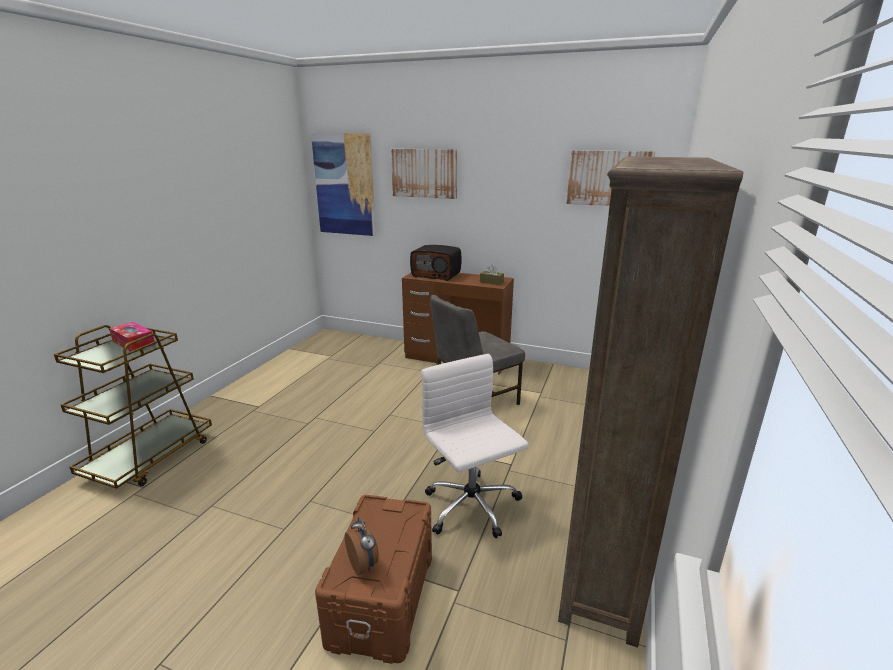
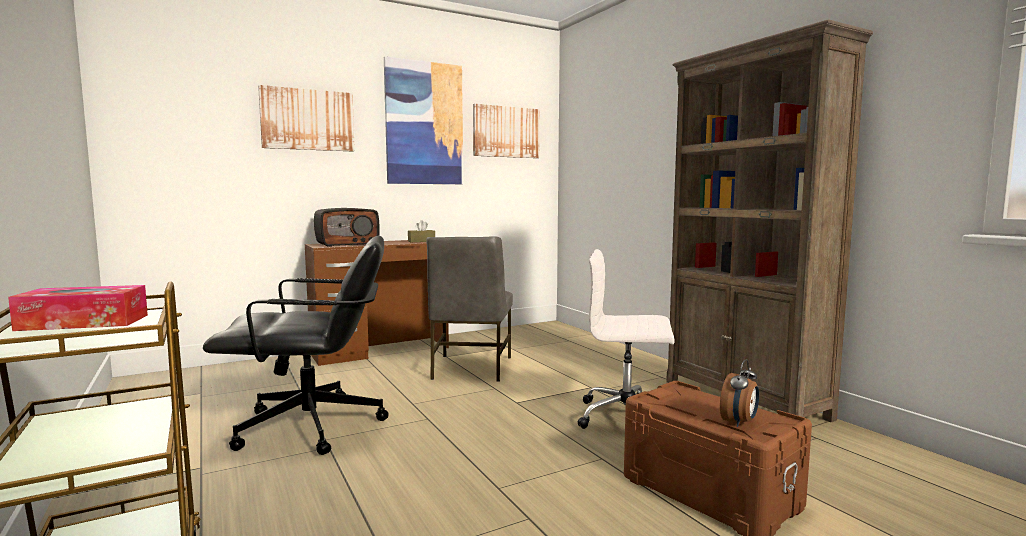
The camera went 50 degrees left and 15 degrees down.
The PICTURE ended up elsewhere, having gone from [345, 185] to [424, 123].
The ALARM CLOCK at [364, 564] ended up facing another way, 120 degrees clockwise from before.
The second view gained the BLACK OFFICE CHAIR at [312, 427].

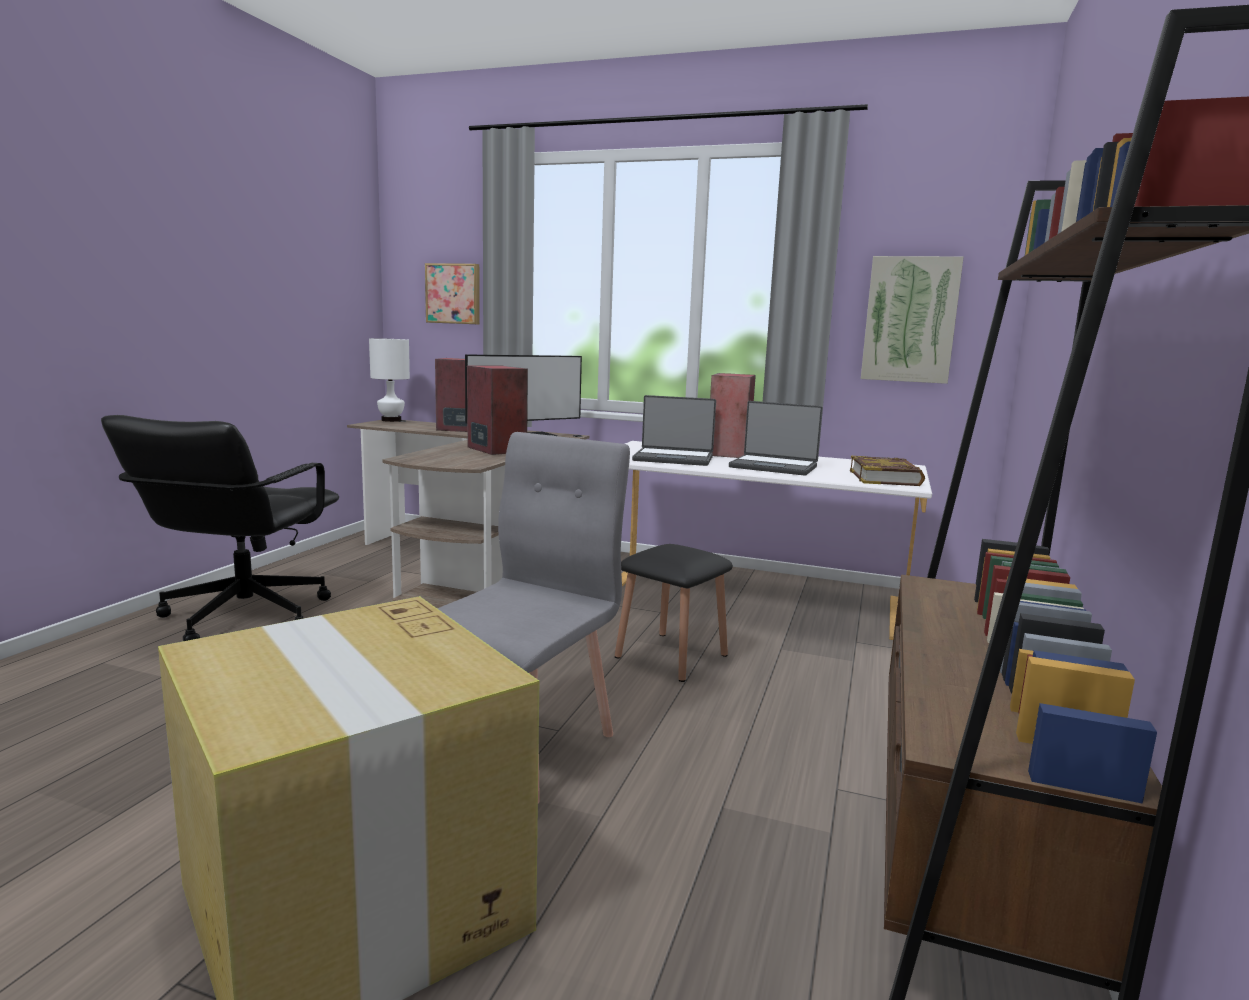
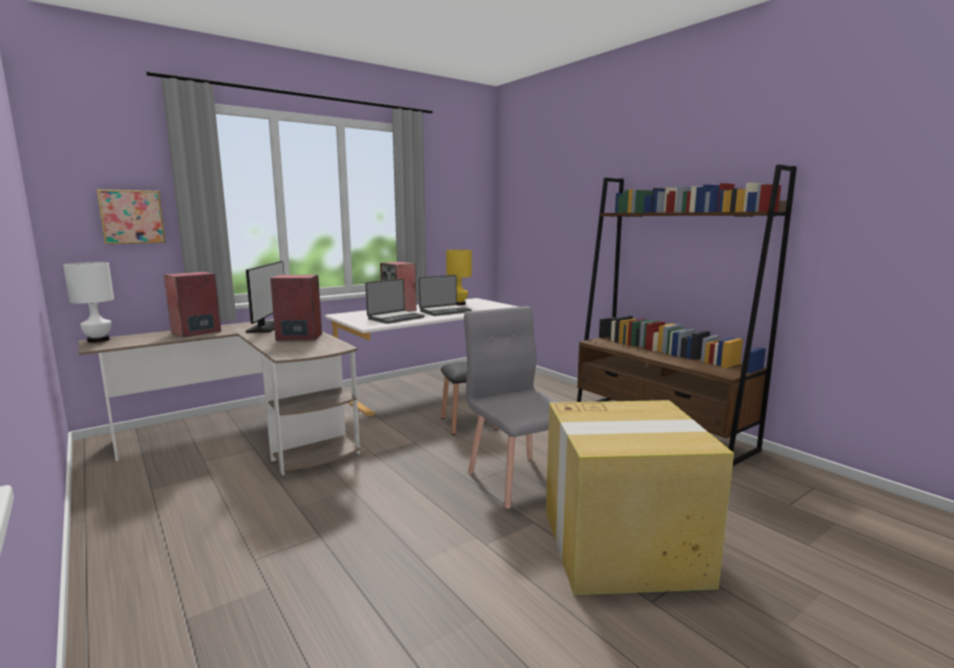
The camera went 55 degrees left and 0 degrees up.
The second view lost the BLACK OFFICE CHAIR at [243, 617].
The second view lost the BOOK at [885, 478].
The second view lost the PICTURE at [910, 320].
The second view gained the YELLOW TABLE LAMP at [459, 304].

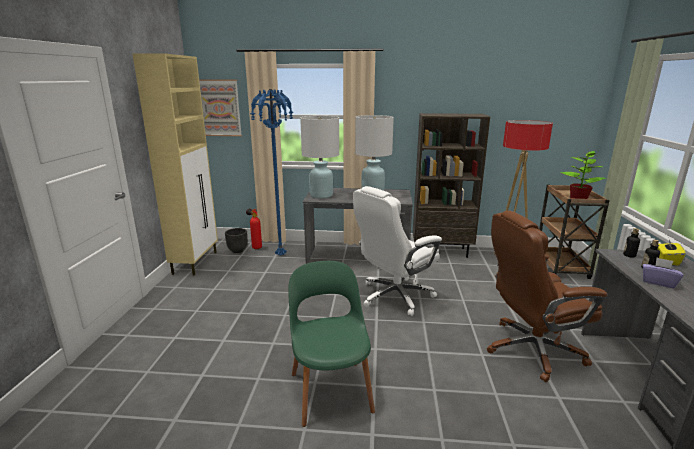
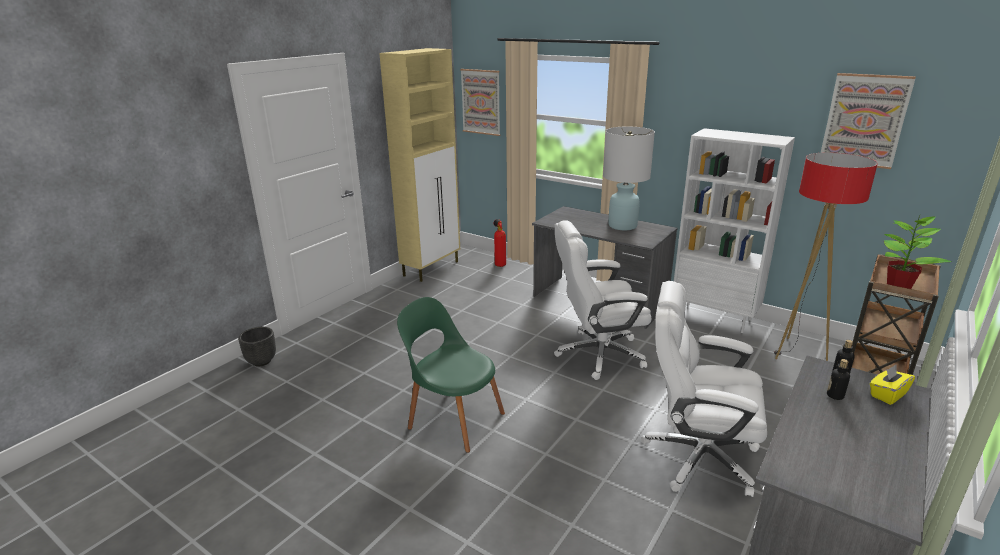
The camera went 30 degrees right and 5 degrees up.
The BLACK PLANTER ended up elsewhere, having gone from [237, 250] to [262, 361].
The second view lost the BLUE FLOOR LAMP at [280, 255].
The GREEN CHAIR at [330, 388] ended up facing another way, 75 degrees counterclockwise from before.
The second view lost the WHITE TABLE LAMP at [321, 195].
What was the BROWN BOOKCASE at [442, 251] turned into the WHITE BOOKCASE at [714, 317].
What was the BROWN OFFICE CHAIR at [531, 349] turned into the WHITE OFFICE CHAIR at [697, 456].
The second view lost the PURPLE TISSUE BOX at [658, 282].
The second view gained the PICTURE at [864, 120].

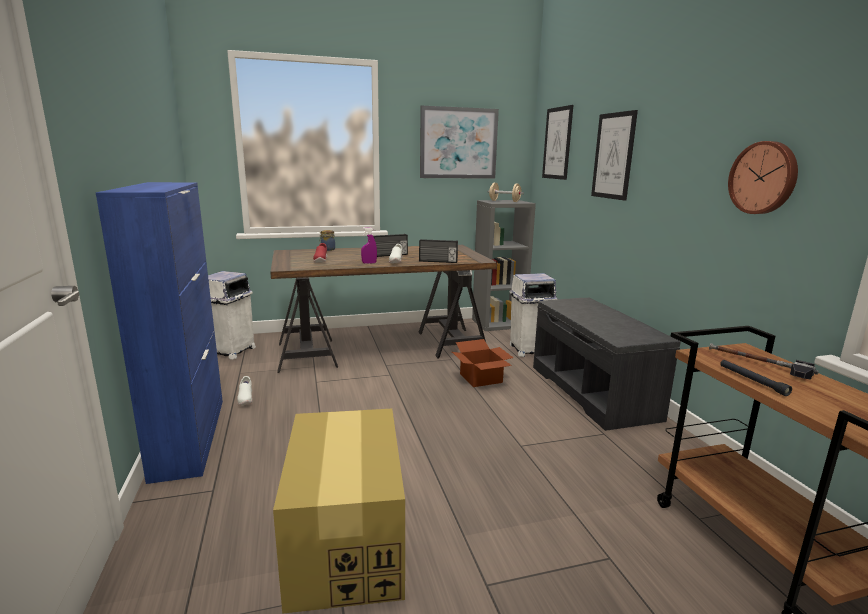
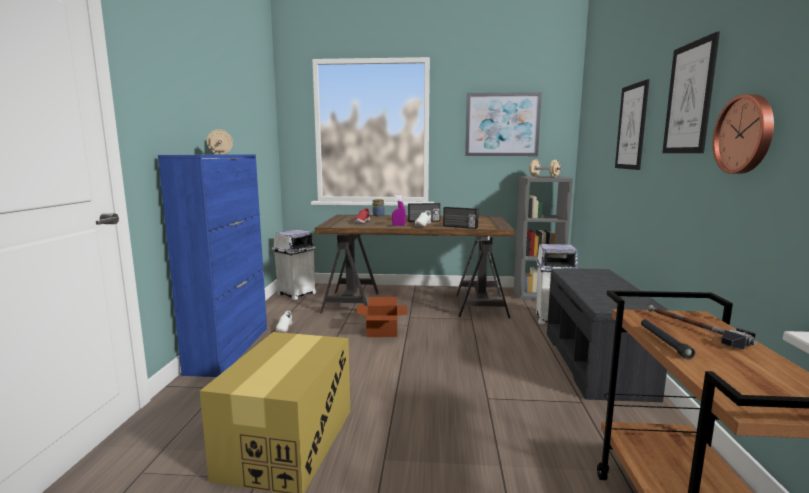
The camera went 20 degrees right and 5 degrees down.
The CARDBOARD BOX ended up elsewhere, having gone from [480, 379] to [381, 331].
The PICTURE ended up elsewhere, having gone from [557, 143] to [689, 98].
The second view gained the BEIGE DUMBBELL at [221, 154].

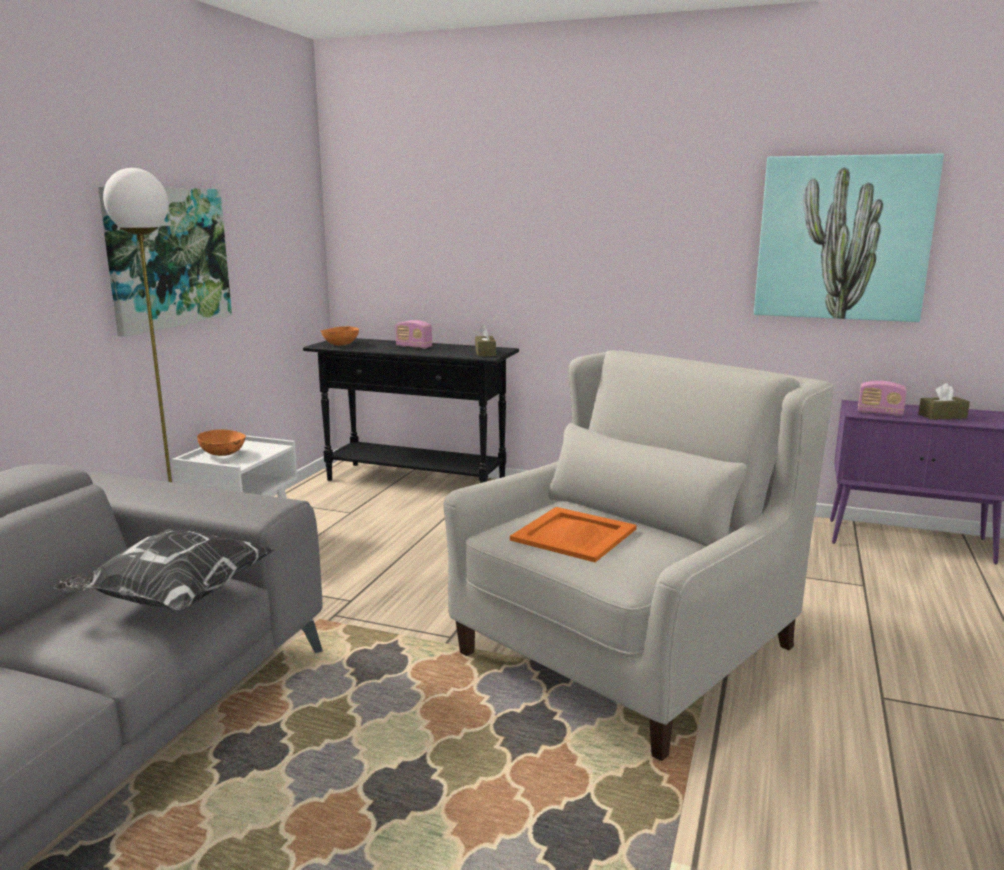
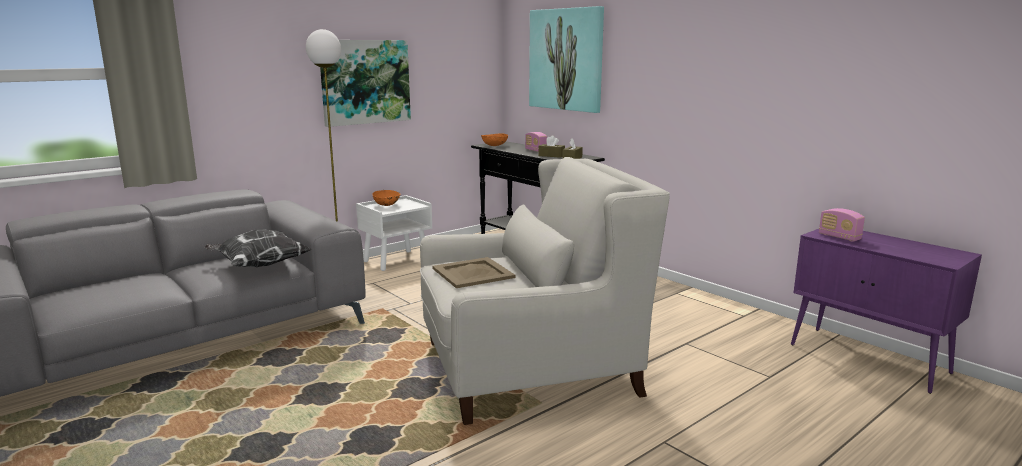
The camera went 30 degrees right and 0 degrees up.
What was the ORANGE TRAY at [573, 534] turned into the BEIGE TRAY at [473, 273].
The PICTURE ended up elsewhere, having gone from [842, 238] to [566, 59].
The BROWN TISSUE BOX ended up elsewhere, having gone from [942, 416] to [551, 155].

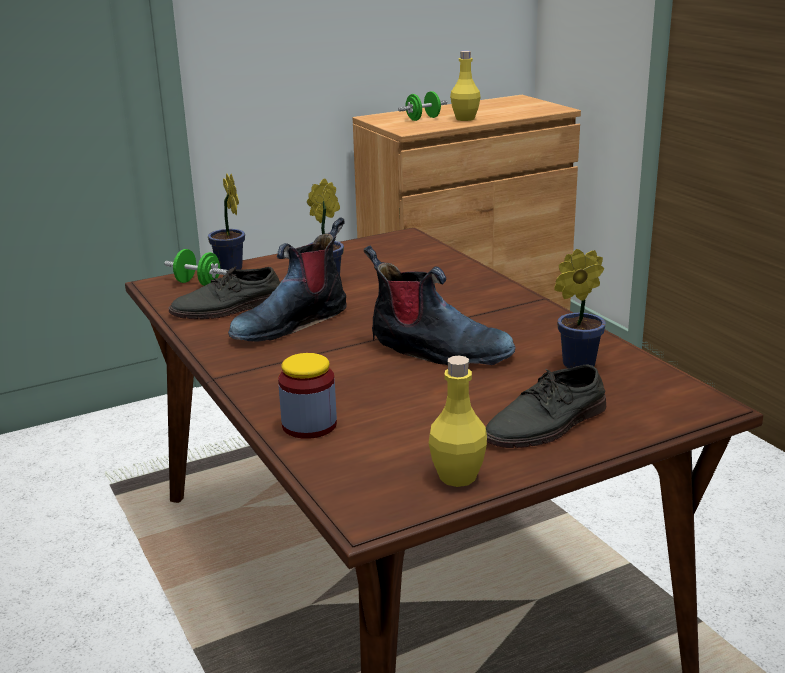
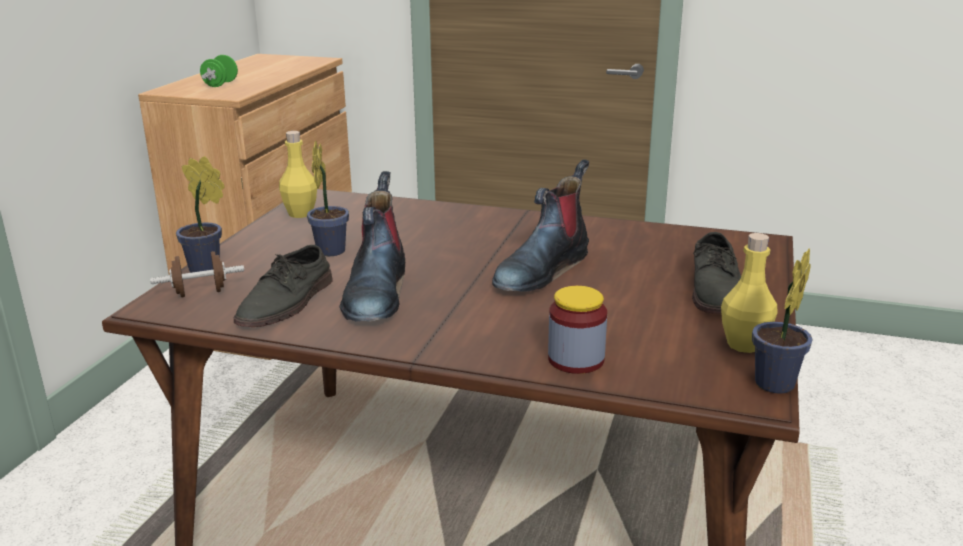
The camera went 45 degrees left and 0 degrees up.
What was the GREEN DUMBBELL at [198, 283] turned into the BROWN DUMBBELL at [200, 292].
The BOOT at [438, 351] ended up facing another way, 150 degrees clockwise from before.
The YELLOW BOTTLE ended up elsewhere, having gone from [465, 119] to [300, 213].
The POTTED PLANT ended up elsewhere, having gone from [574, 364] to [772, 386].

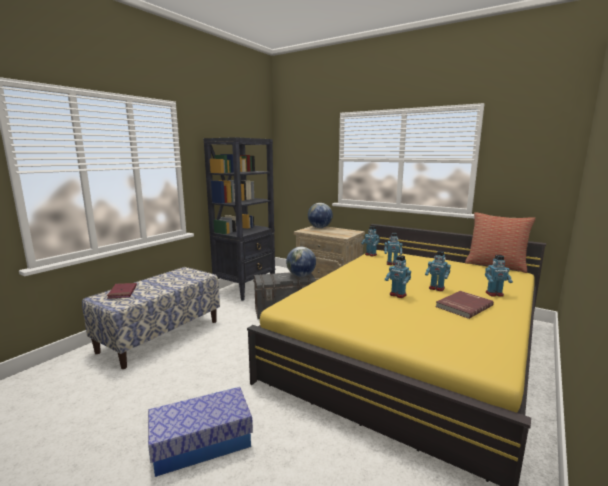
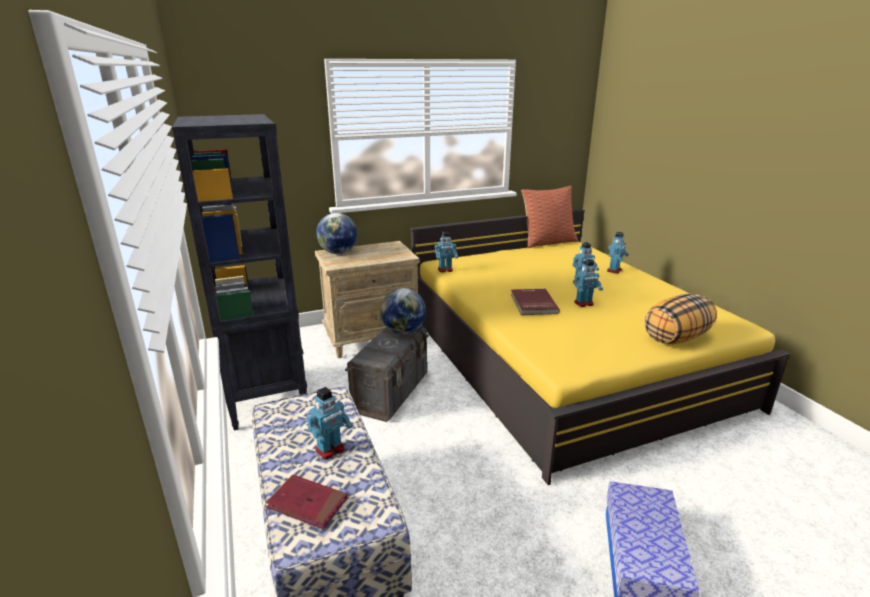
The camera went 55 degrees left and 10 degrees up.
The TOY ROBOT ended up elsewhere, having gone from [392, 264] to [330, 450].
The RED BOOK ended up elsewhere, having gone from [463, 306] to [532, 304].
The second view gained the PILLOW at [676, 337].

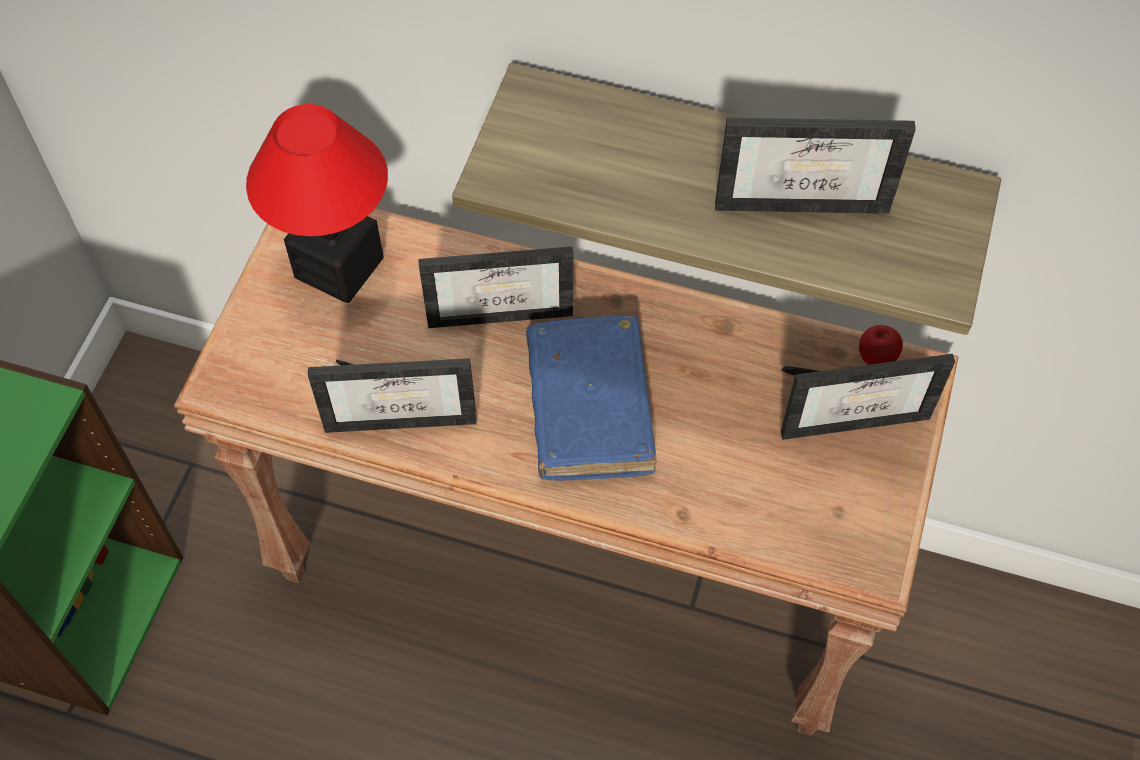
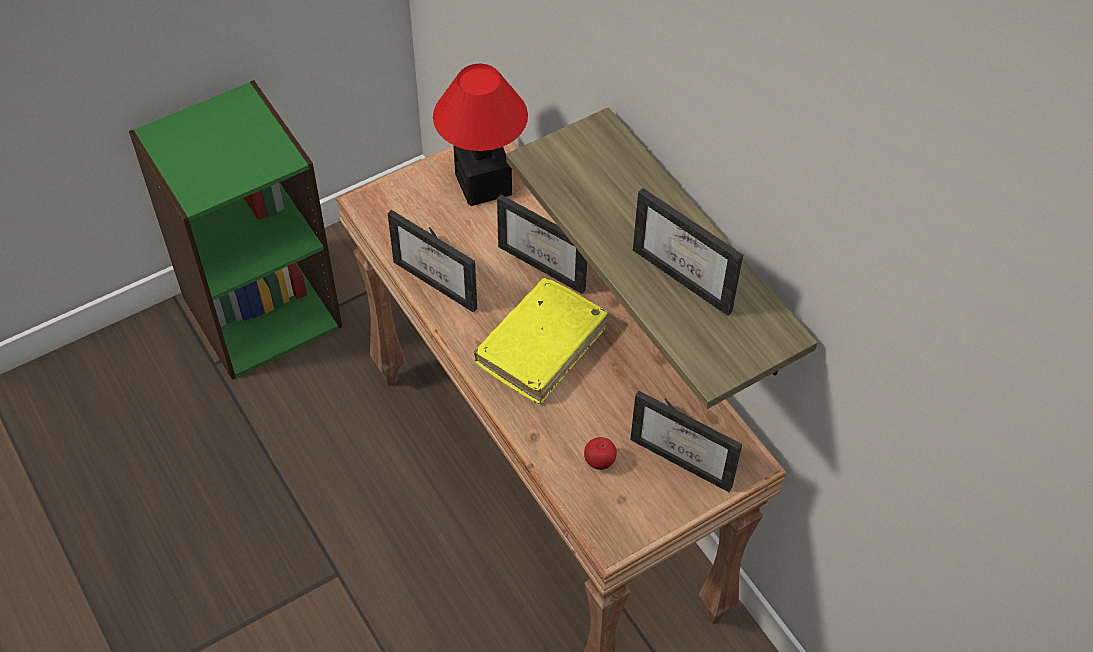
The camera went 40 degrees right and 5 degrees down.
What was the BLUE BOOK at [589, 407] turned into the YELLOW BOOK at [541, 347].
The APPLE ended up elsewhere, having gone from [876, 358] to [599, 462].

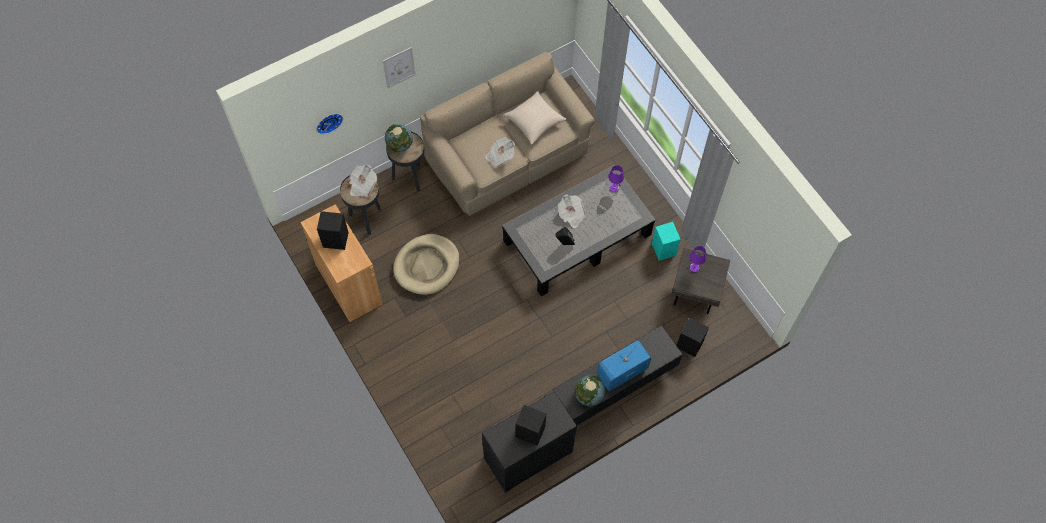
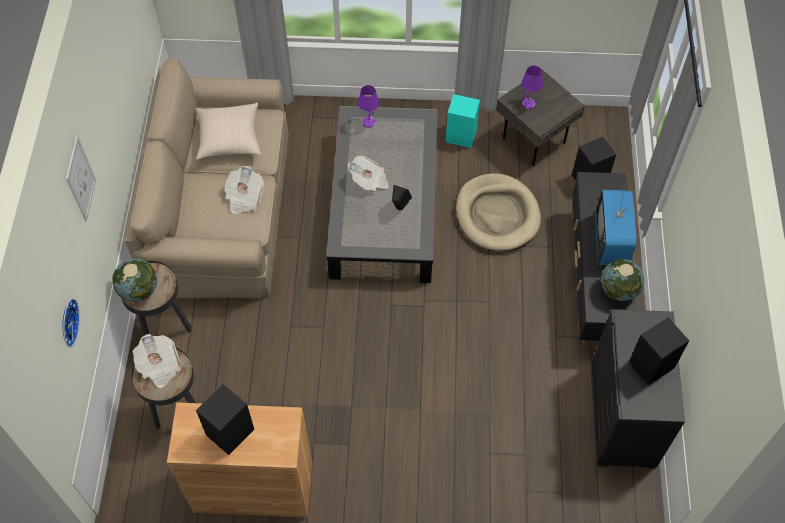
The camera went 55 degrees left and 5 degrees down.
The BEIGE DOG BED ended up elsewhere, having gone from [427, 266] to [497, 215].

